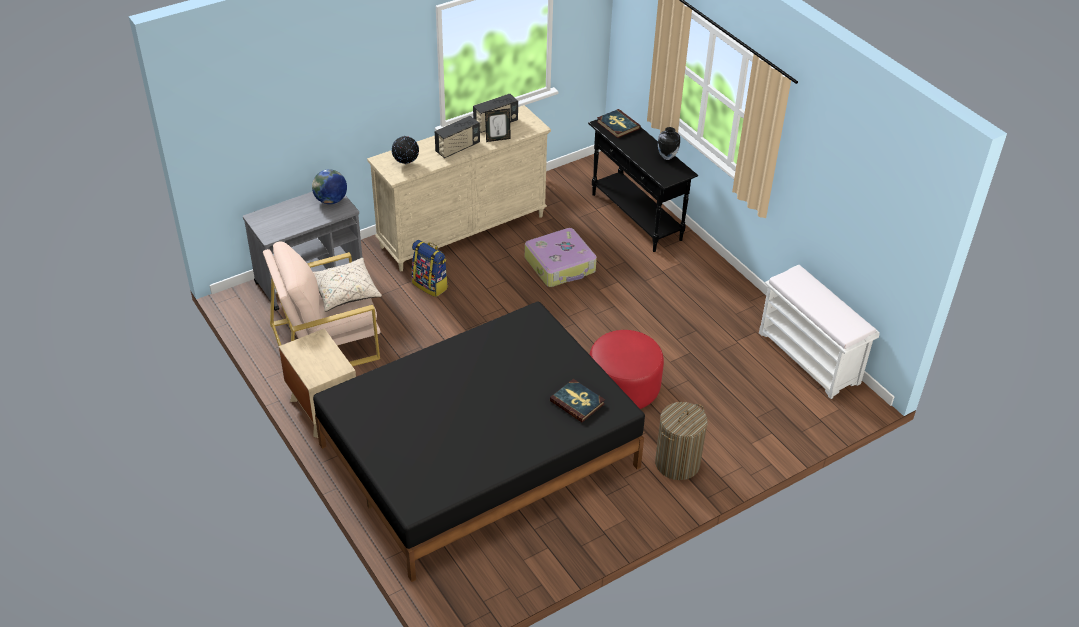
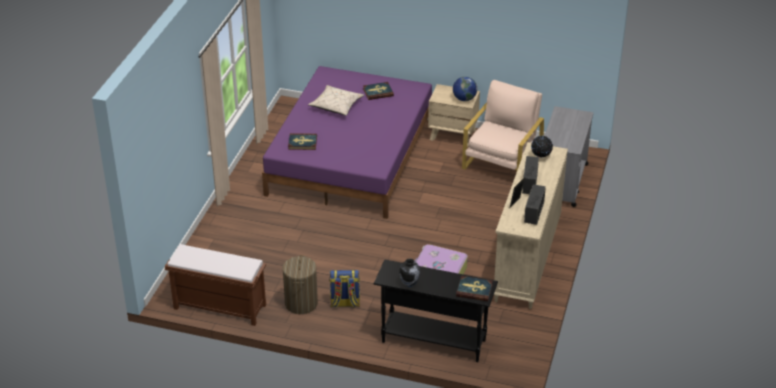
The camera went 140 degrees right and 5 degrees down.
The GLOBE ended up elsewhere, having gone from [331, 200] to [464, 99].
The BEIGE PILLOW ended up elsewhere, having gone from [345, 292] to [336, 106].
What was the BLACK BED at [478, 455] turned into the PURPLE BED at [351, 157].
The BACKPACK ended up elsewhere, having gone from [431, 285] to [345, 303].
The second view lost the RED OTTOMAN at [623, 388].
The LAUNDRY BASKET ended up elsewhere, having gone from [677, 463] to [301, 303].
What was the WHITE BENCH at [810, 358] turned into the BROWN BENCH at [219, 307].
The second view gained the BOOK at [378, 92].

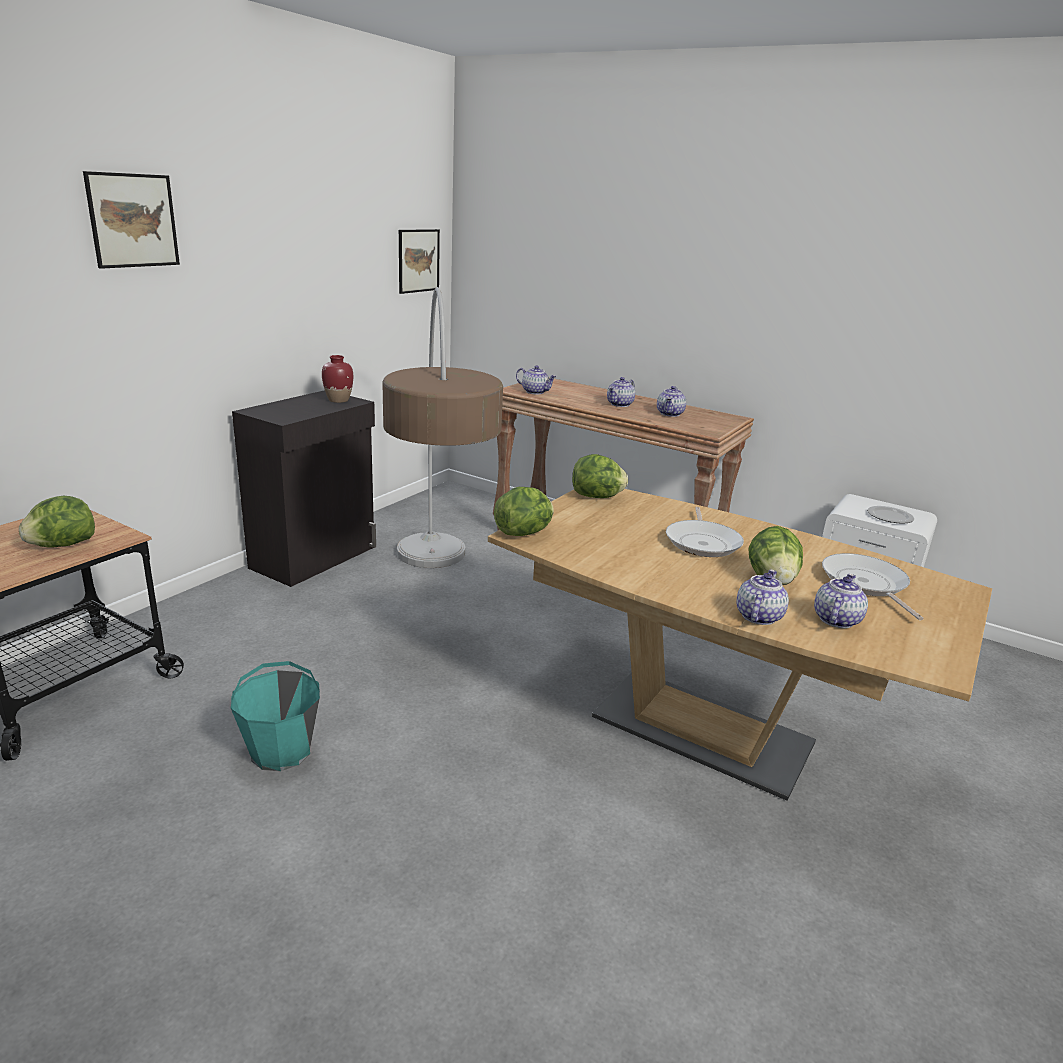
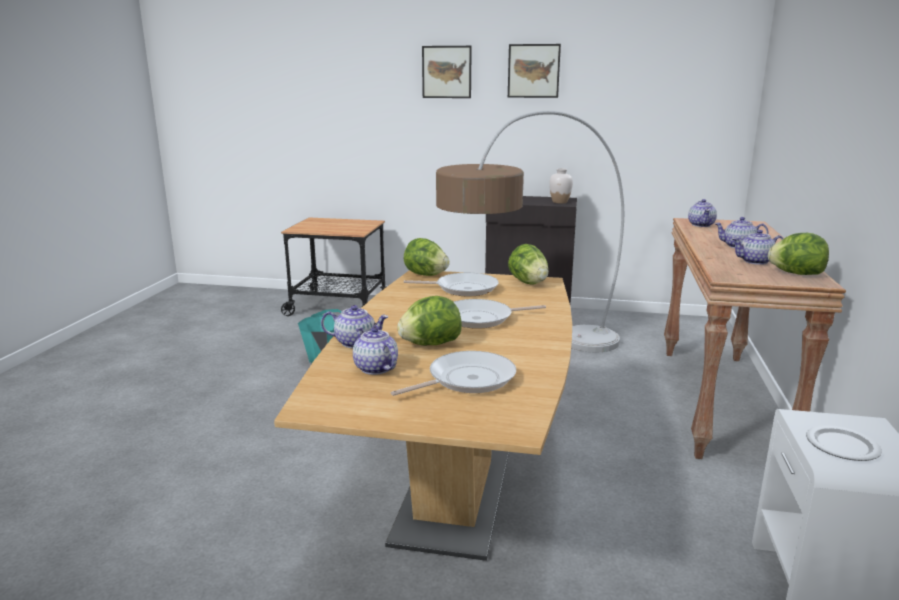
The camera went 70 degrees right and 5 degrees down.
The LETTUCE ended up elsewhere, having gone from [63, 545] to [796, 274].
What was the RED VASE at [338, 400] turned into the WHITE VASE at [559, 202].
The PICTURE ended up elsewhere, having gone from [418, 260] to [533, 71].
The TEAPOT at [835, 619] ended up facing another way, 135 degrees counterclockwise from before.
The second view gained the FRYING PAN at [463, 289].

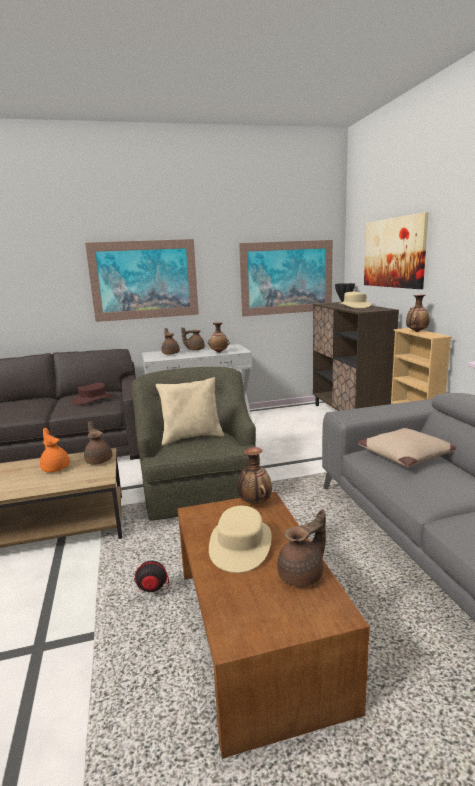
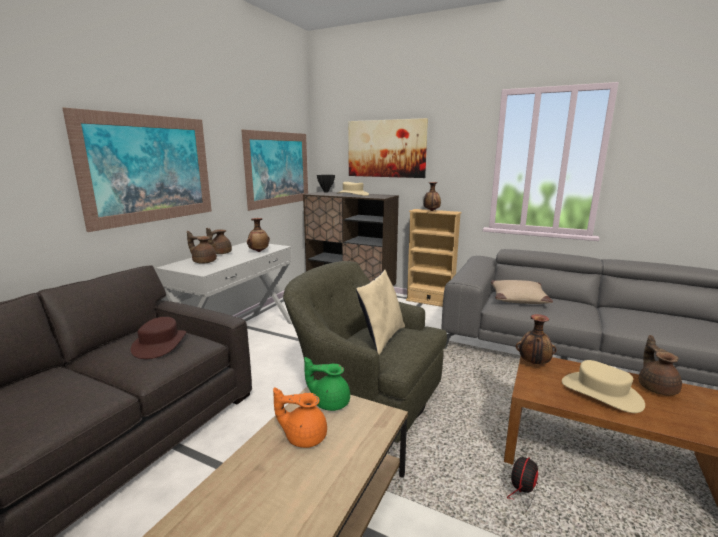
The camera went 50 degrees left and 0 degrees up.
What was the BROWN TEAPOT at [99, 460] turned into the GREEN TEAPOT at [330, 402].

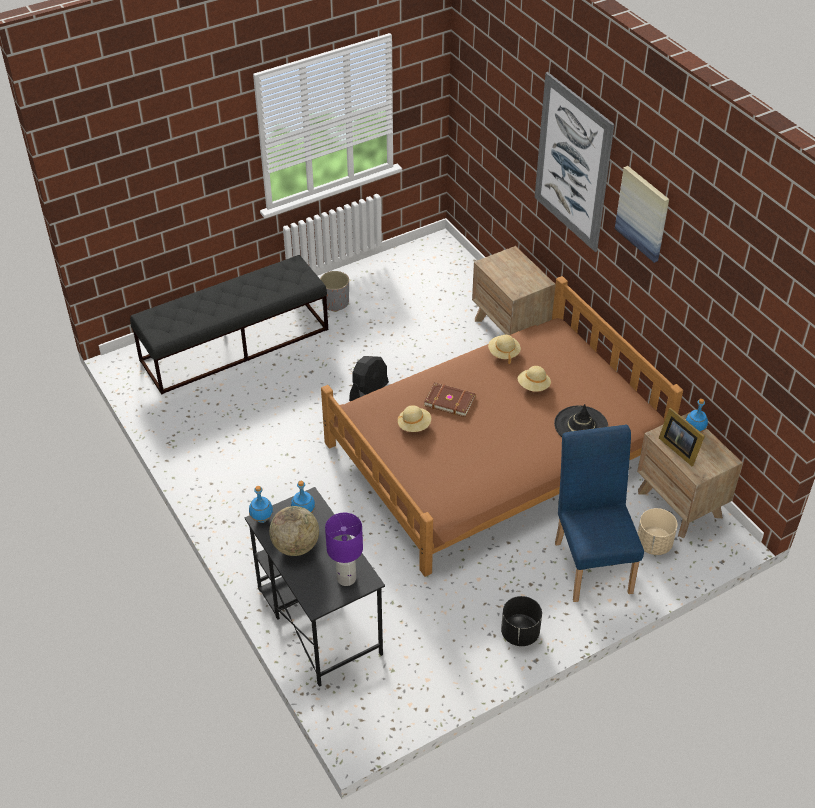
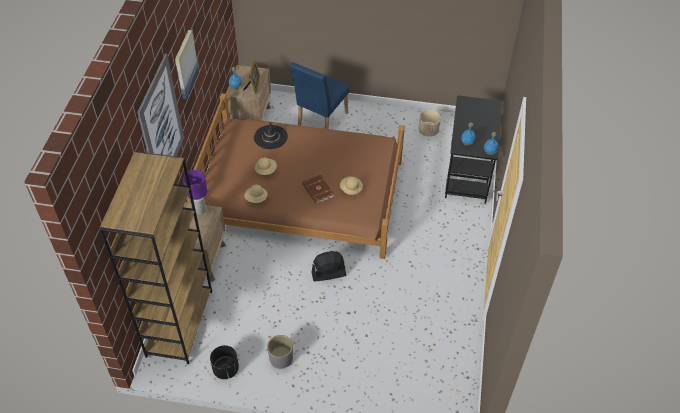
The camera went 140 degrees left and 5 degrees up.
The second view lost the BLACK BENCH at [235, 344].
The second view lost the GLOBE at [295, 546].
The PURPLE TABLE LAMP ended up elsewhere, having gone from [347, 578] to [200, 210].
The BLACK PLANTER ended up elsewhere, having gone from [520, 633] to [226, 369].
The BEIGE PLANTER ended up elsewhere, having gone from [653, 544] to [428, 131].
The second view gained the BROWN BOOKCASE at [179, 322].

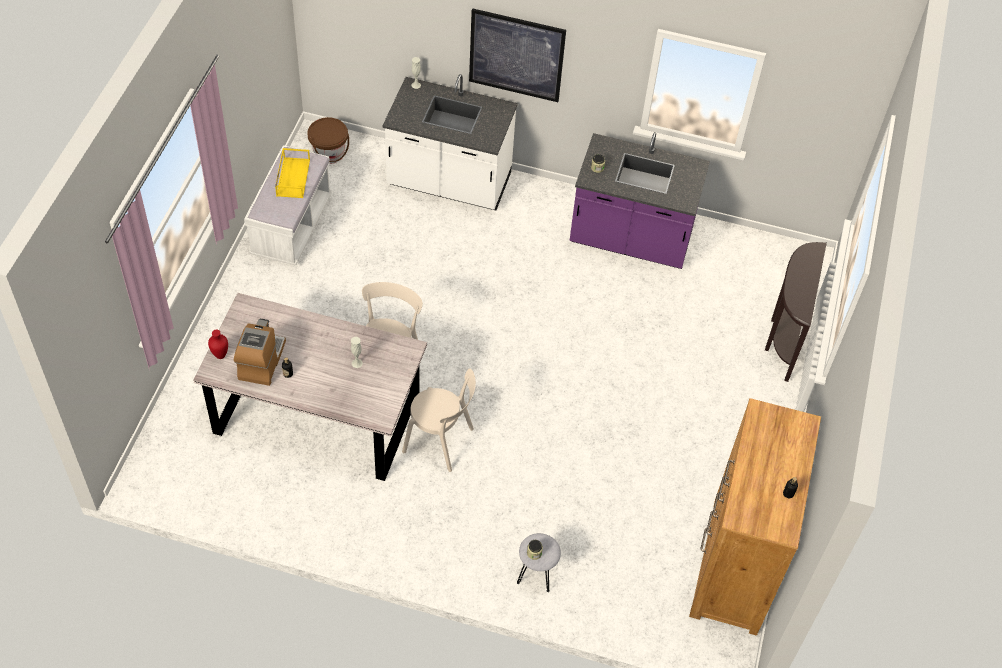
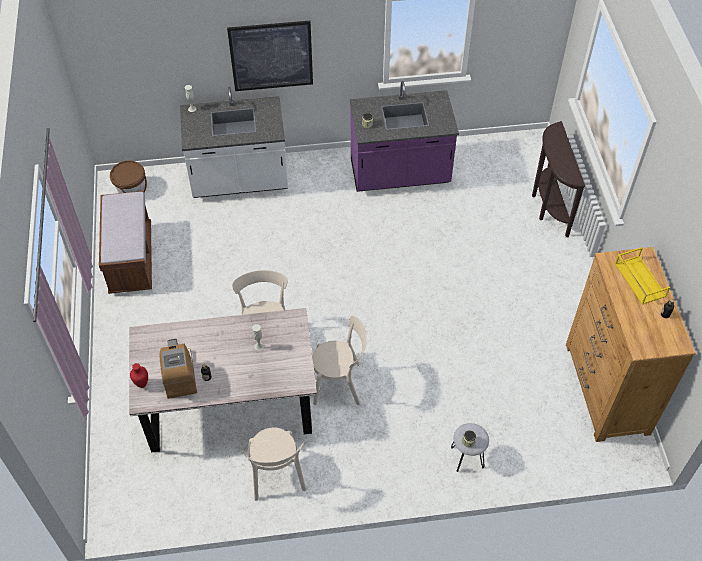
The camera went 20 degrees left and 0 degrees up.
What was the WHITE BENCH at [291, 227] turned into the BROWN BENCH at [131, 259].
The YELLOW TRAY ended up elsewhere, having gone from [292, 177] to [639, 279].
The second view gained the BEIGE CHAIR at [277, 476].

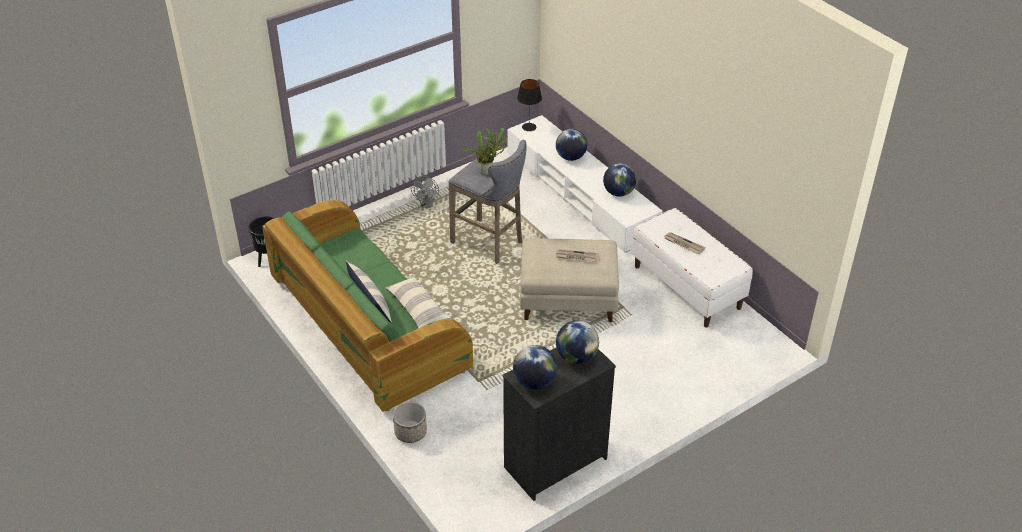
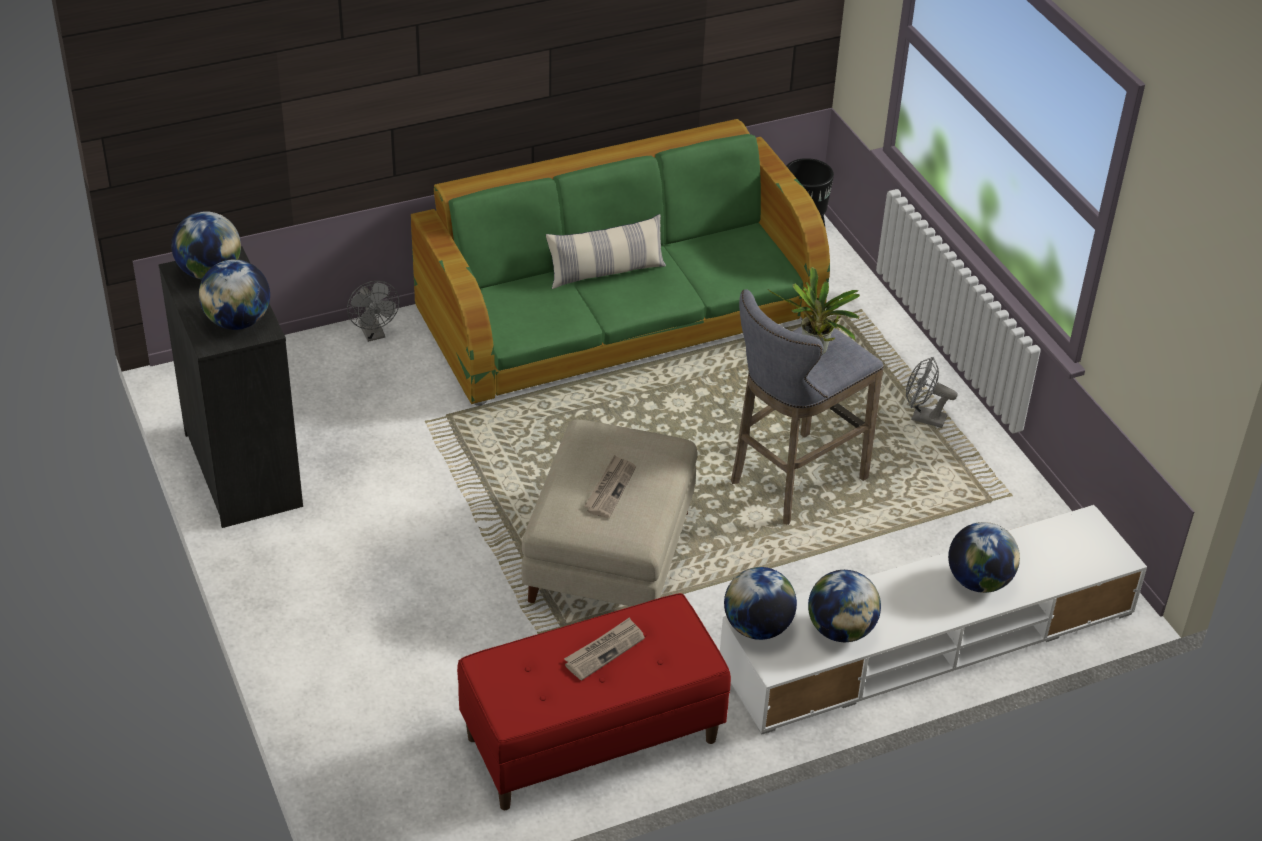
The camera went 100 degrees right and 0 degrees up.
The second view lost the PILLOW at [417, 309].
Where the PLANTER stood at [410, 432], the GREY FAN came to stand at [374, 334].
The second view lost the BLACK TABLE LAMP at [529, 127].
What was the WHITE BENCH at [687, 287] turned into the RED BENCH at [592, 740].
The second view gained the GLOBE at [757, 627].

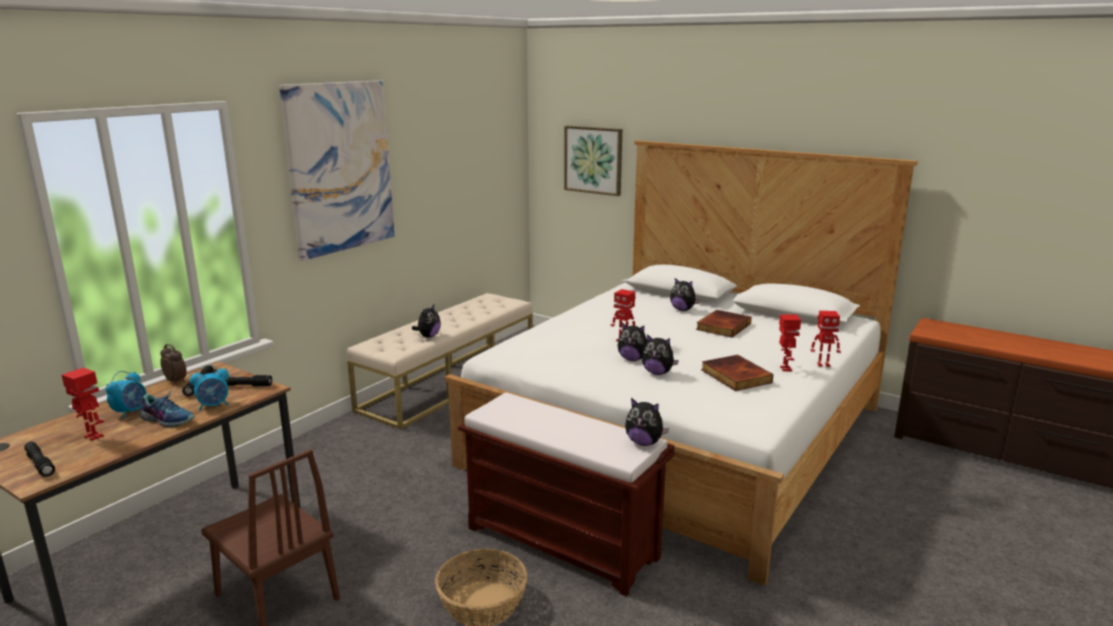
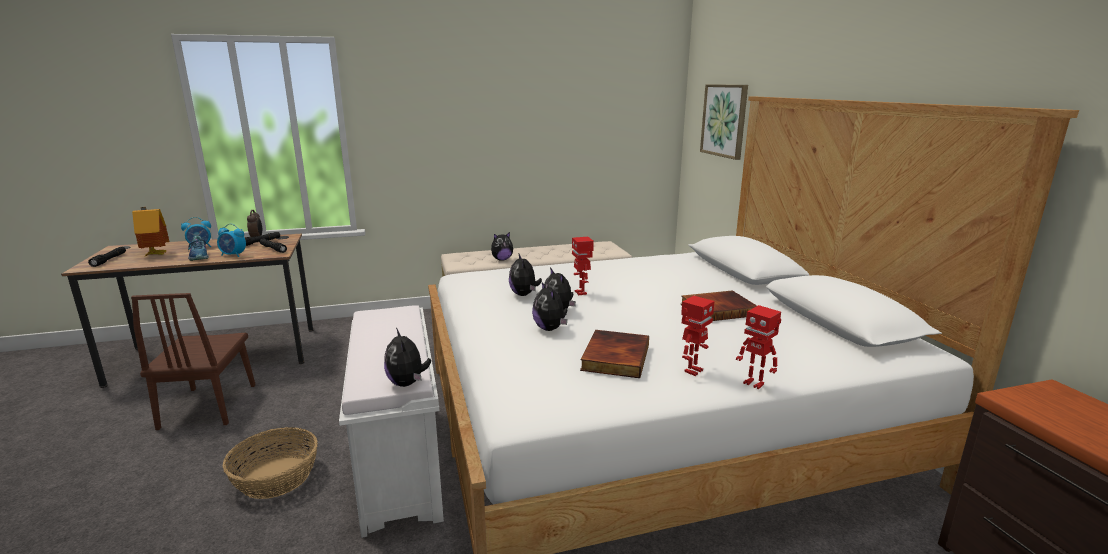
The camera went 40 degrees right and 0 degrees up.
Where the TOY ROBOT stood at [92, 437], the TOY HOUSE came to stand at [156, 254].
The second view lost the PICTURE at [340, 167].
What was the BROWN BENCH at [564, 542] turned into the WHITE BENCH at [401, 463].
The PLUSH TOY ended up elsewhere, having gone from [683, 310] to [524, 294].

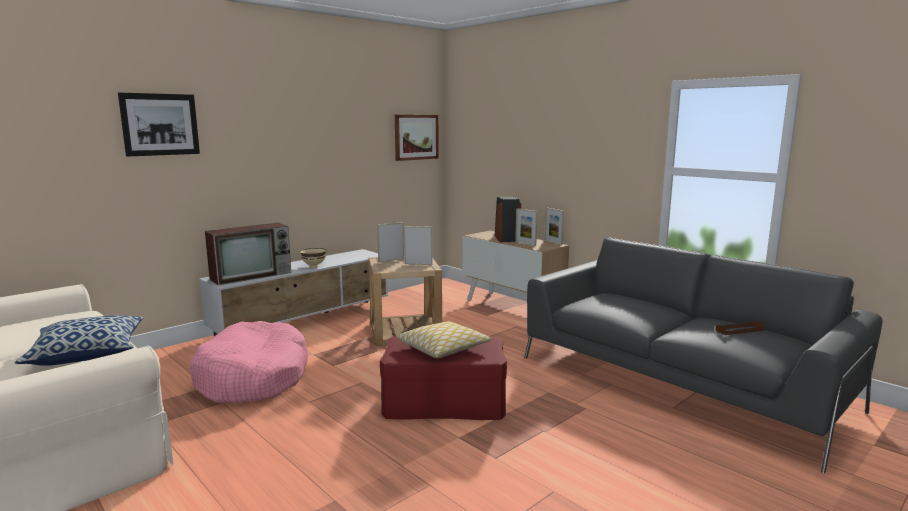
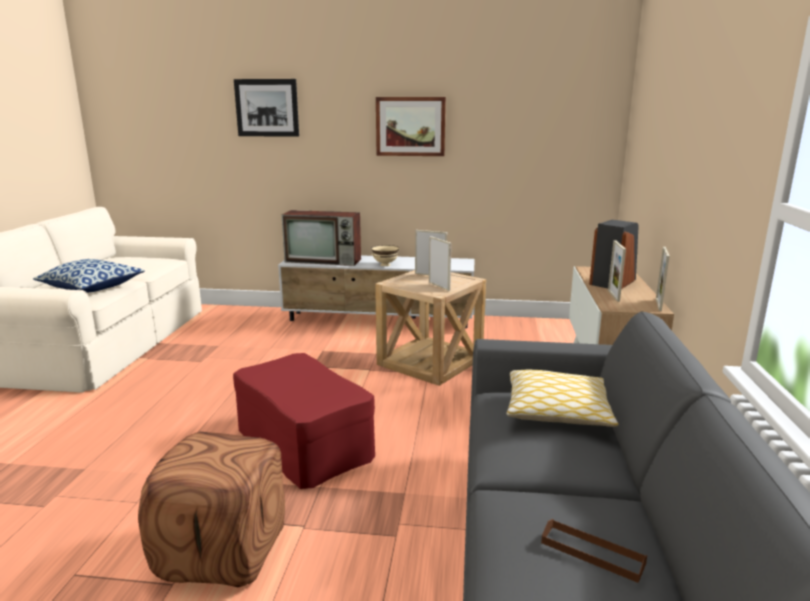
The camera went 50 degrees right and 5 degrees up.
The second view lost the PINK DOG BED at [253, 378].
The PICTURE ended up elsewhere, having gone from [416, 137] to [410, 126].
The PILLOW ended up elsewhere, having gone from [443, 349] to [557, 411].
The second view gained the BROWN OTTOMAN at [223, 551].

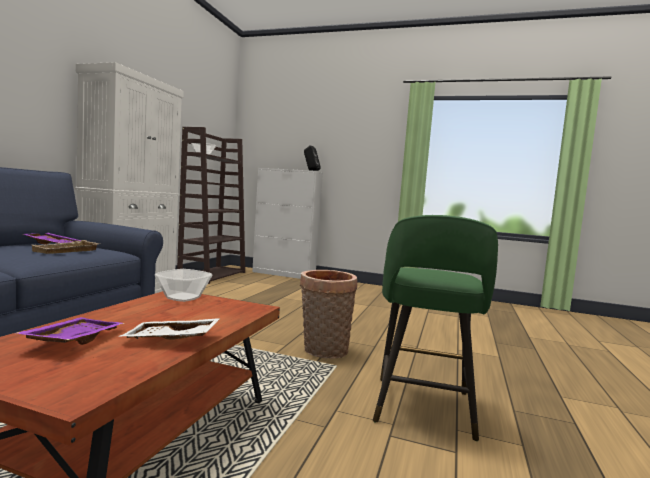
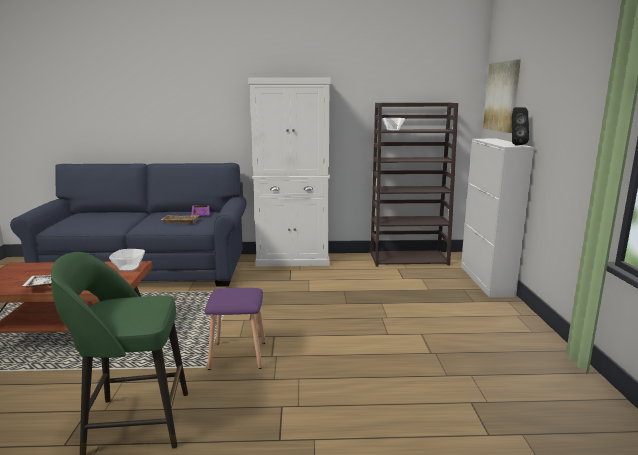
The camera went 70 degrees right and 10 degrees up.
The second view lost the PURPLE TRAY at [73, 340].
Where the BASKET stood at [323, 351], the PURPLE STOOL came to stand at [237, 355].
The second view gained the PICTURE at [502, 96].

